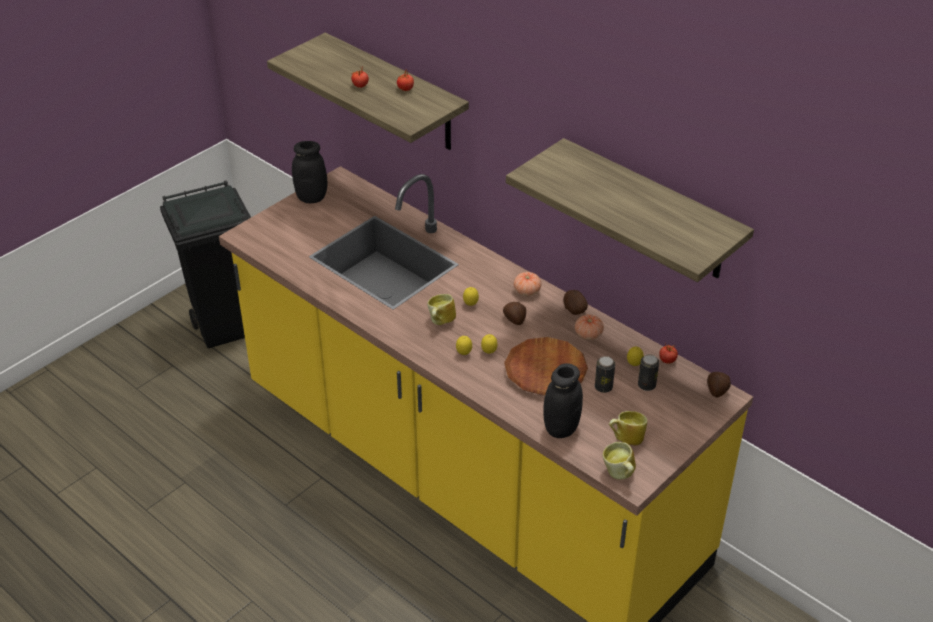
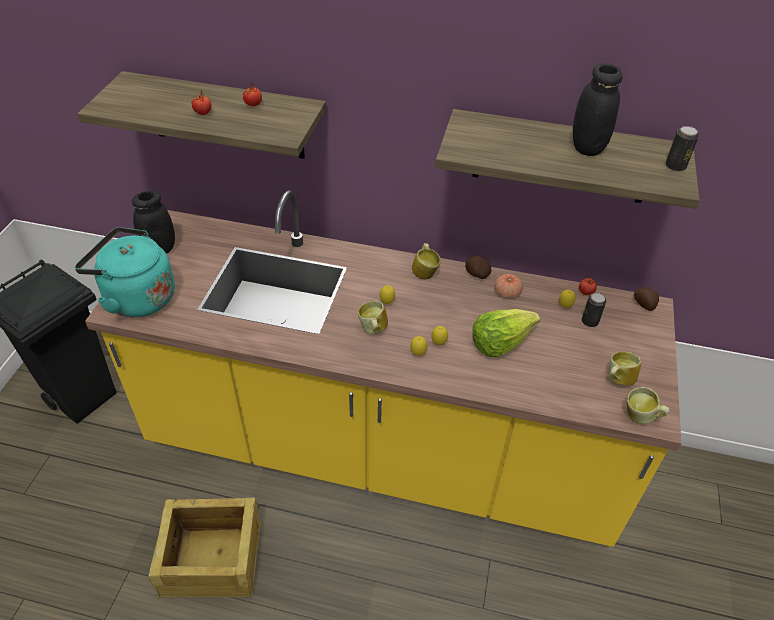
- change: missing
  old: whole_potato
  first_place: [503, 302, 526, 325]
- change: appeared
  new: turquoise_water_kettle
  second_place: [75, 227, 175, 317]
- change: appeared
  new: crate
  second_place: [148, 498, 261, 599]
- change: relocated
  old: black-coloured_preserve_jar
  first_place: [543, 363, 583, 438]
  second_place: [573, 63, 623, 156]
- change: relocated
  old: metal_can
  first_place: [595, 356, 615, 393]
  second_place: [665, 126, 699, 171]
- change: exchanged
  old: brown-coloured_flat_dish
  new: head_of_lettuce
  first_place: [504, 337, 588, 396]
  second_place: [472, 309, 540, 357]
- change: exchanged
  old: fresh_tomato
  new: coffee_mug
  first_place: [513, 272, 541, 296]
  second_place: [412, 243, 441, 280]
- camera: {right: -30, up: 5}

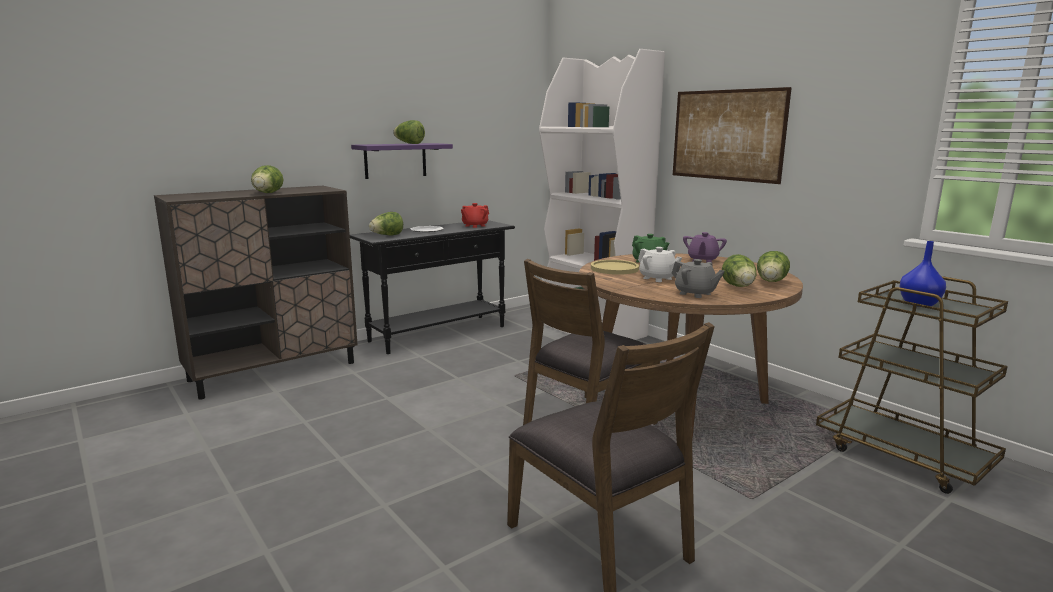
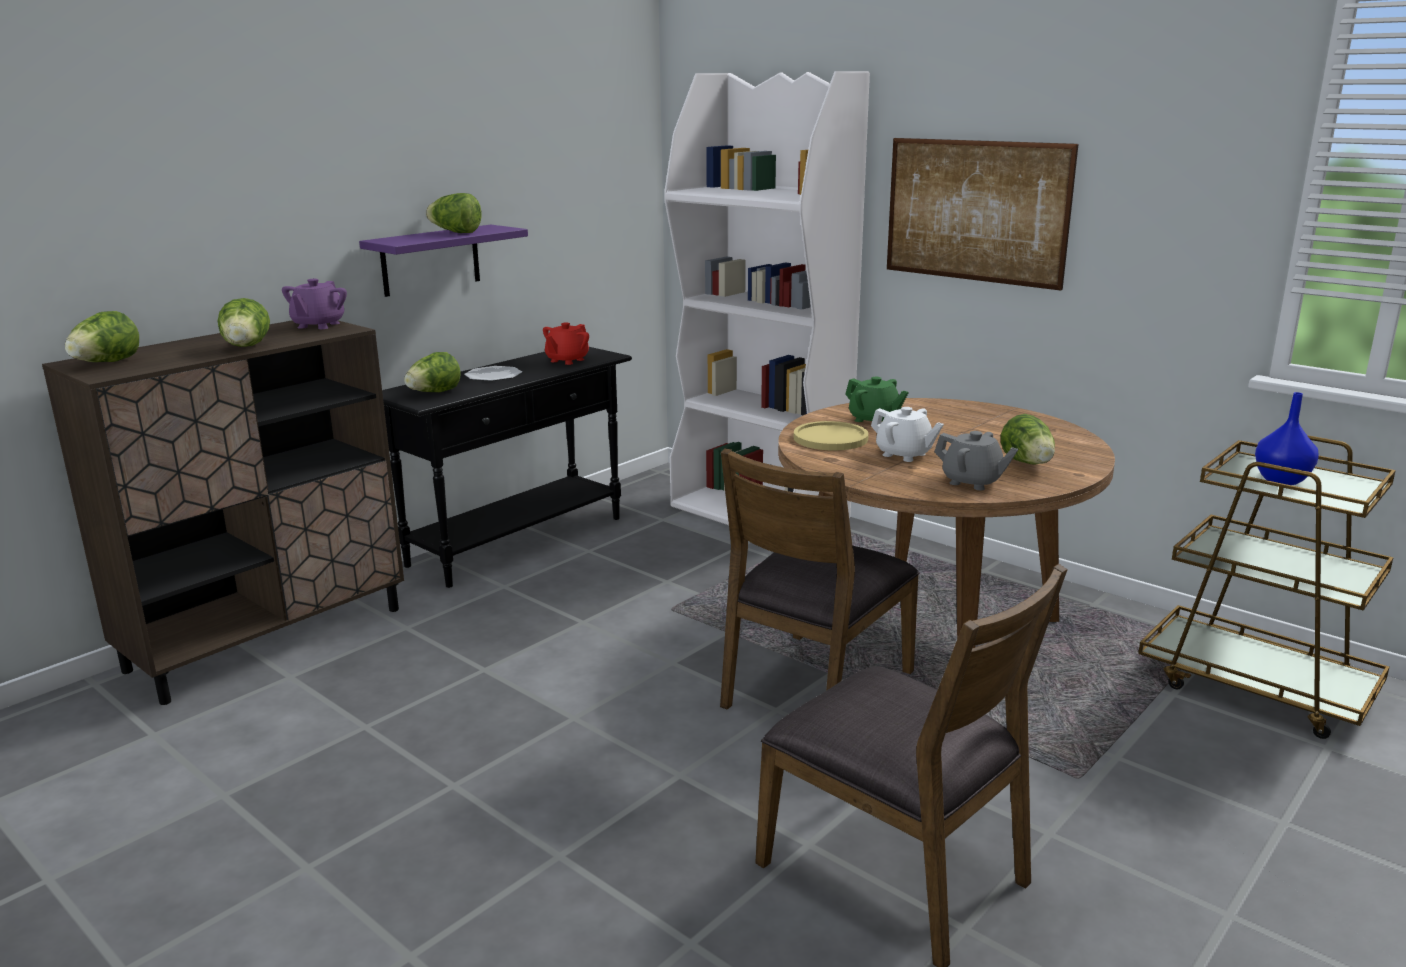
- change: relocated
  old: purple-coloured_pot_for_tea
  first_place: [683, 232, 727, 263]
  second_place: [282, 279, 347, 329]
- change: relocated
  old: head_of_lettuce
  first_place: [757, 251, 790, 282]
  second_place: [65, 311, 139, 362]
- camera: {right: -10, up: 5}

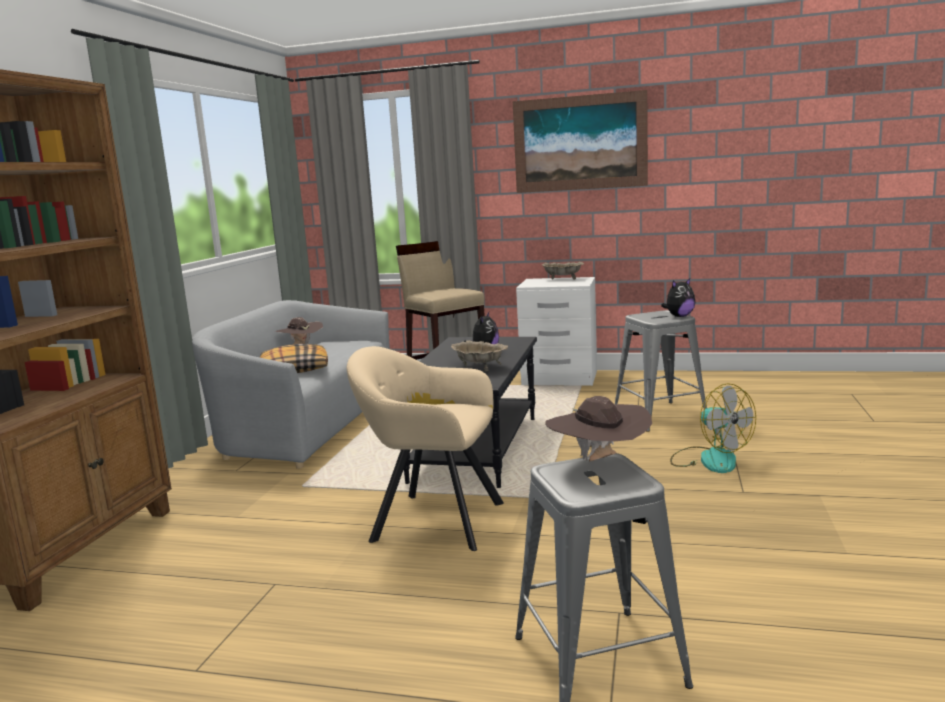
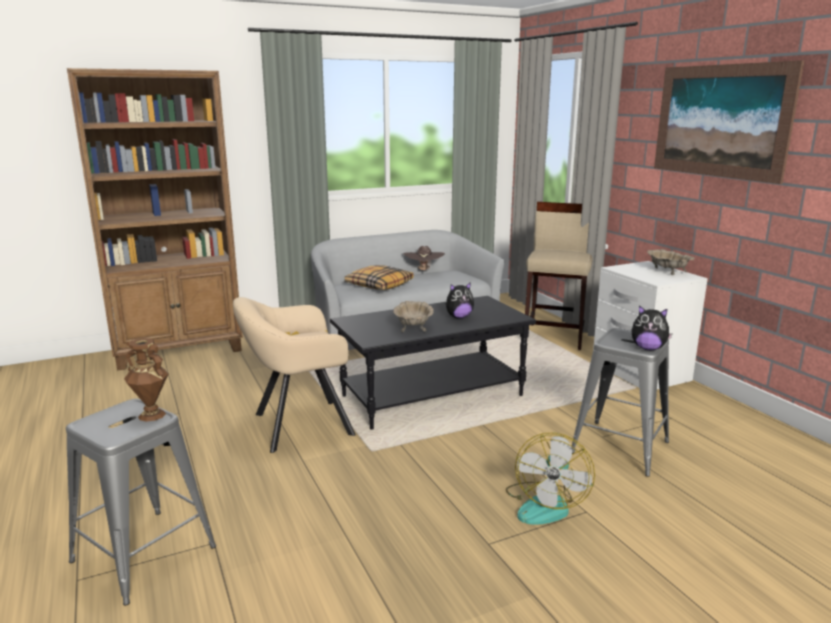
- change: exchanged
  old: brown-coloured_wearable_hat
  new: brown-coloured_flower_vase
  first_place: [545, 396, 652, 461]
  second_place: [124, 338, 168, 422]
- change: spun
  old: beige_easy_chair
  first_place: [346, 346, 504, 551]
  second_place: [233, 297, 356, 453]
  degrees: -90
- camera: {right: 50, up: 5}

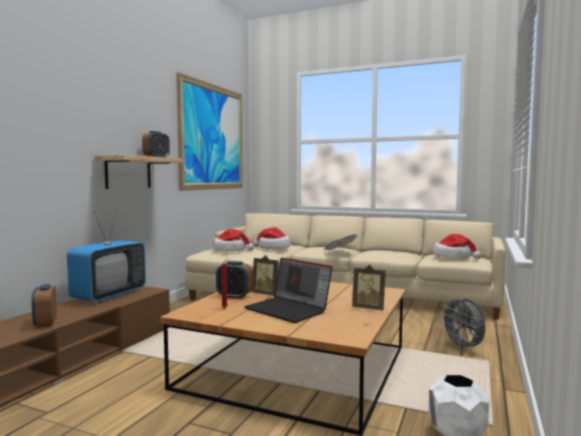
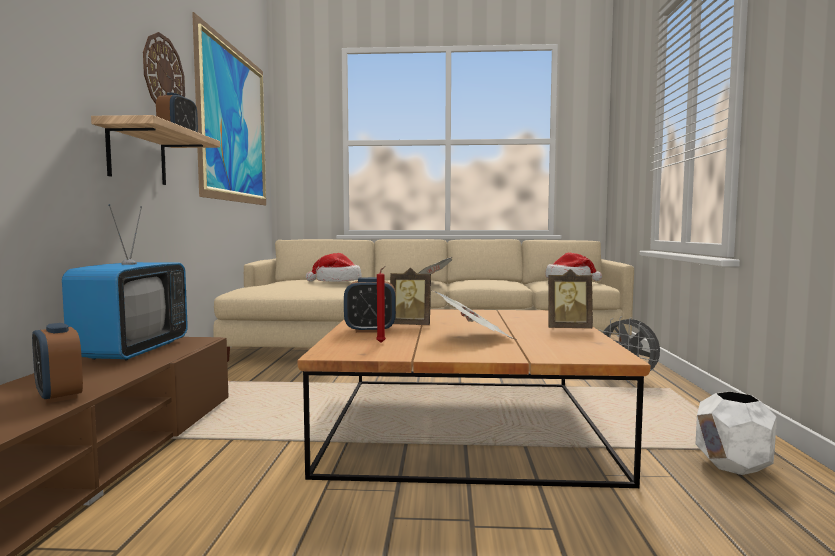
- change: missing
  old: wearable_hat
  first_place: [212, 229, 254, 252]
- change: appeared
  new: hanging_clock
  second_place: [143, 32, 185, 104]
- change: exchanged
  old: portable_computer
  new: daily_paper
  first_place: [244, 258, 332, 323]
  second_place: [431, 290, 518, 340]
- camera: {right: -20, up: 0}

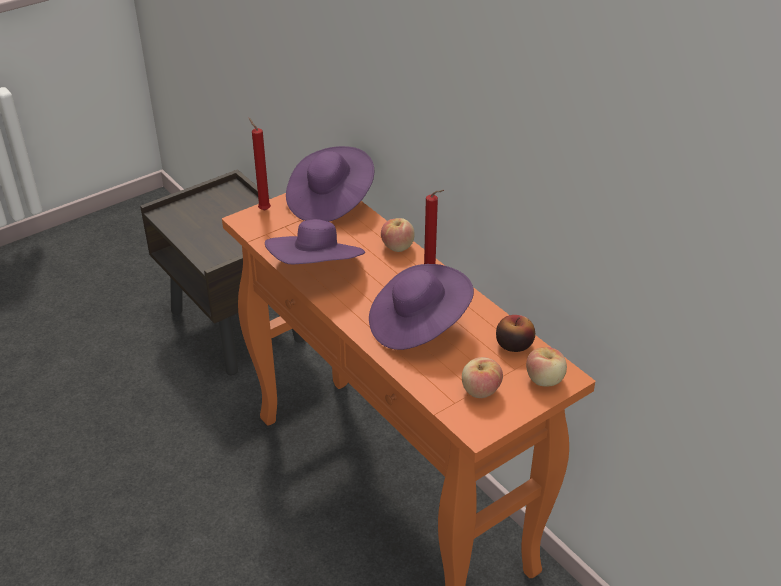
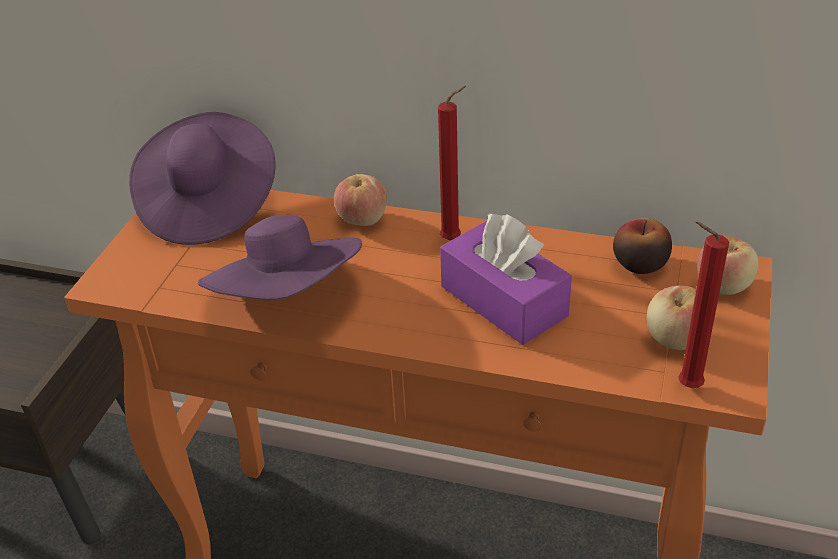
- change: relocated
  old: red_candle
  first_place: [249, 118, 271, 211]
  second_place: [678, 222, 729, 388]
- change: exchanged
  old: purple-coloured_wearable_hat
  new: purple-coloured_box_of_tissues
  first_place: [369, 264, 474, 350]
  second_place: [440, 214, 572, 345]
- camera: {right: -35, up: 0}

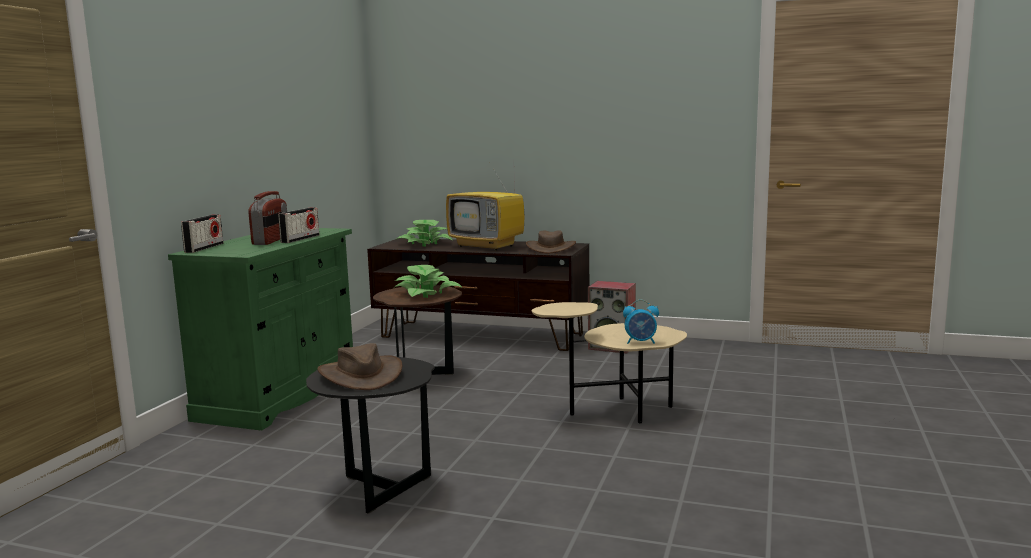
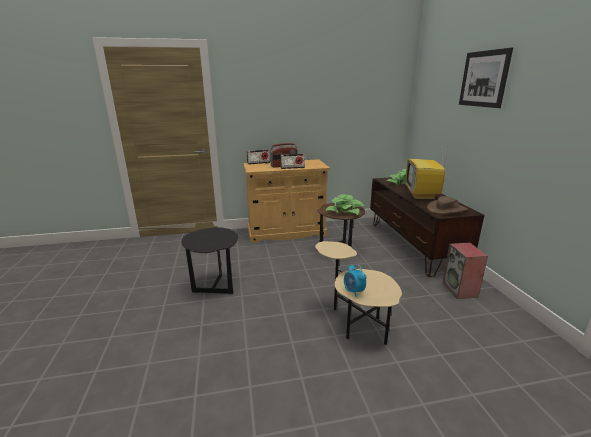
- change: missing
  old: brown-coloured_wearable_hat
  first_place: [318, 343, 402, 390]
- change: appeared
  new: wall_picture
  second_place: [459, 48, 513, 108]
- change: colour
  old: green_storage_cabinet
  new: beige_storage_cabinet
  first_place: [168, 228, 353, 430]
  second_place: [243, 159, 330, 243]
- camera: {right: 60, up: 10}

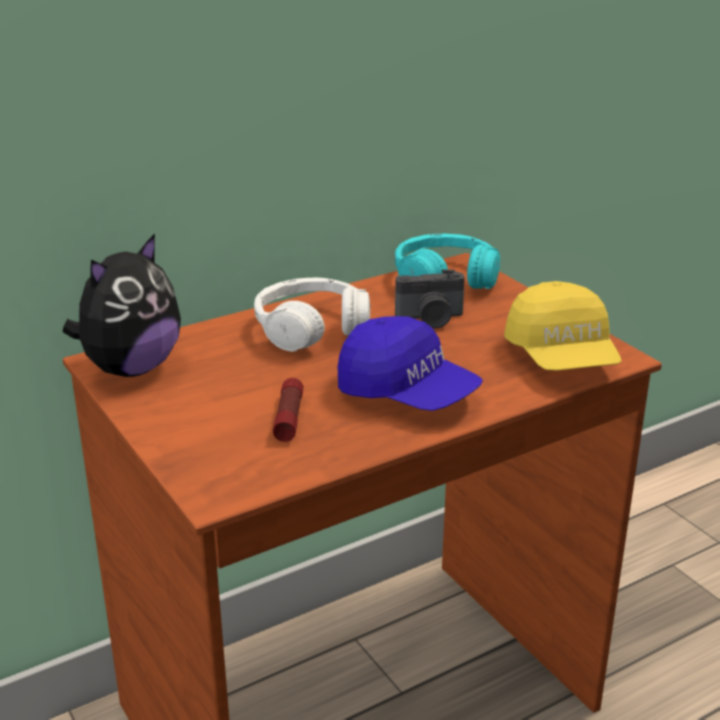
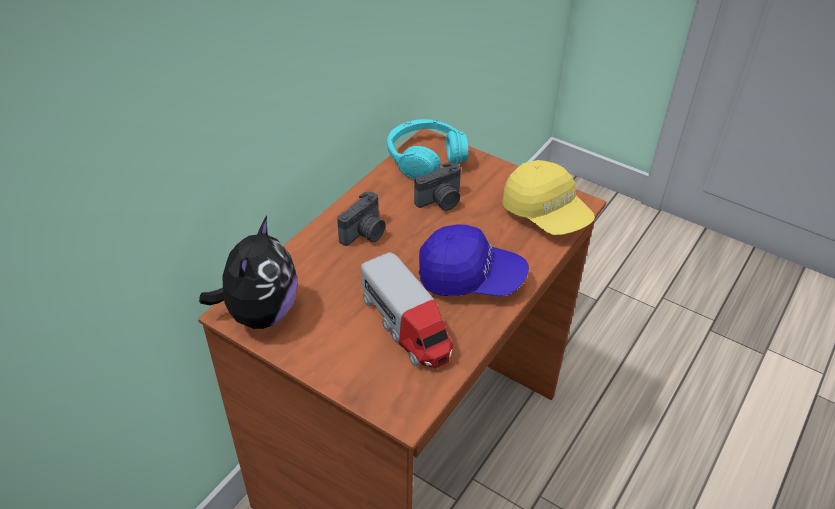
- change: exchanged
  old: whitish_headphones
  new: photo_camera
  first_place: [254, 277, 370, 352]
  second_place: [337, 192, 386, 246]
- change: exchanged
  old: torch
  new: model_truck
  first_place: [273, 378, 304, 442]
  second_place: [361, 252, 454, 369]
- camera: {right: -25, up: 15}

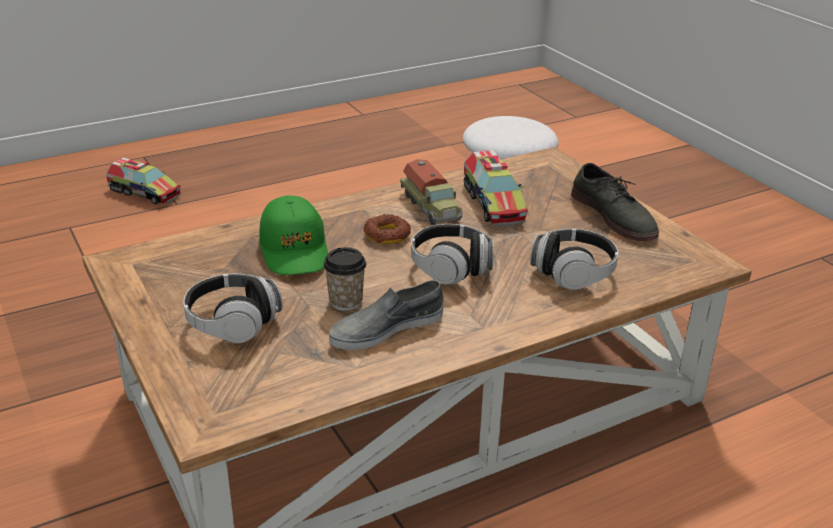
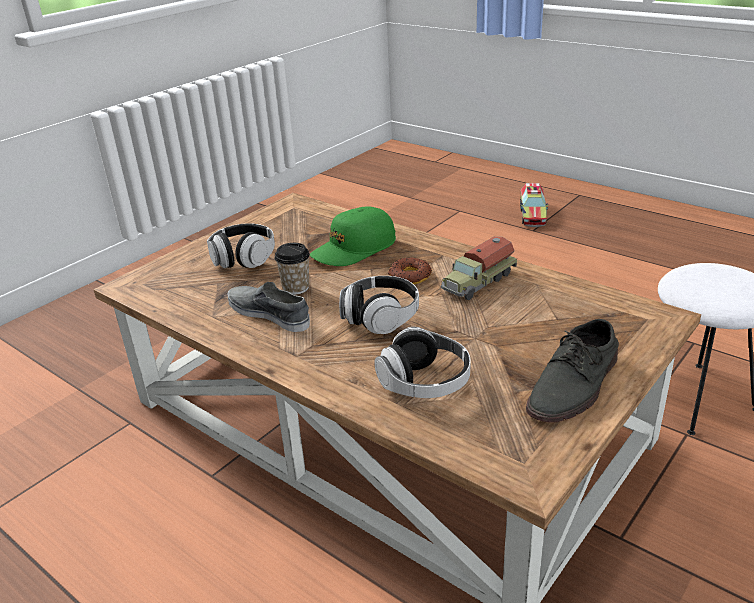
- change: missing
  old: model_truck
  first_place: [464, 150, 528, 226]
- camera: {right: 70, up: 0}

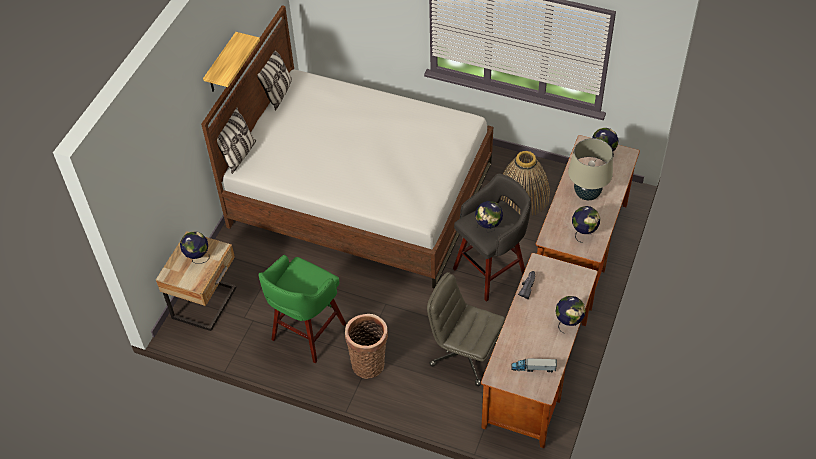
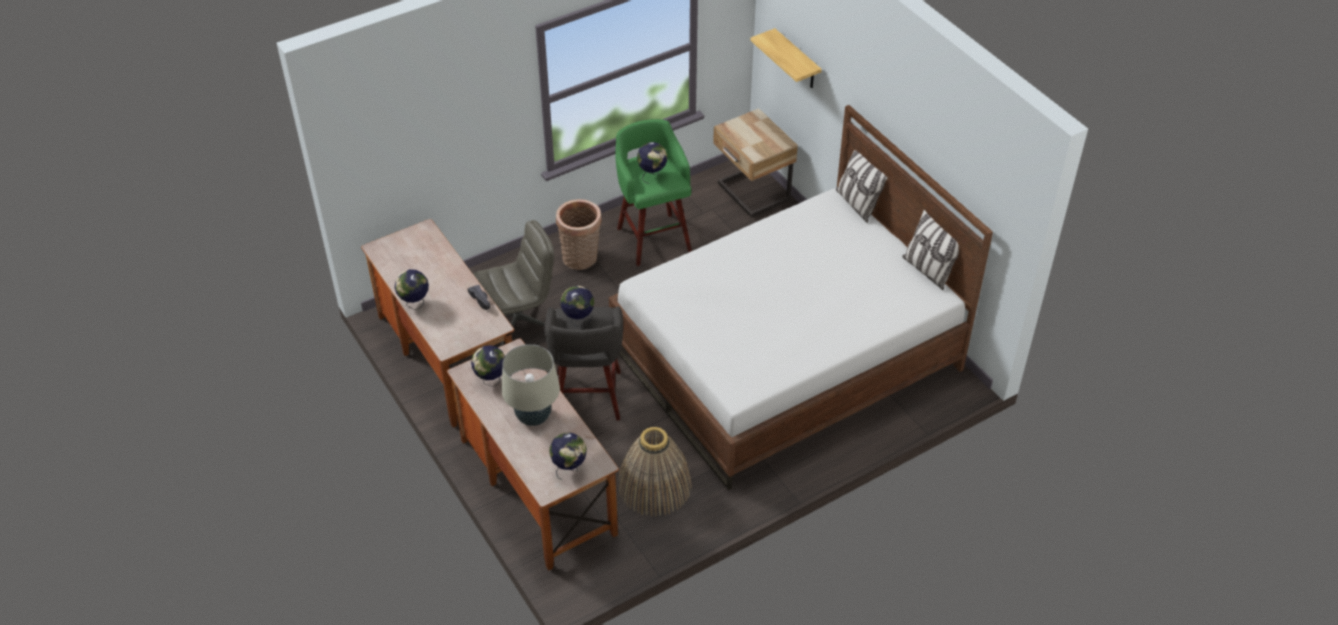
- change: missing
  old: model_truck
  first_place: [511, 358, 557, 372]
- change: relocated
  old: world_globe
  first_place: [180, 231, 210, 264]
  second_place: [637, 142, 667, 184]
- change: relocated
  old: shelf
  first_place: [203, 32, 260, 92]
  second_place: [750, 28, 822, 88]
- camera: {right: 125, up: -5}

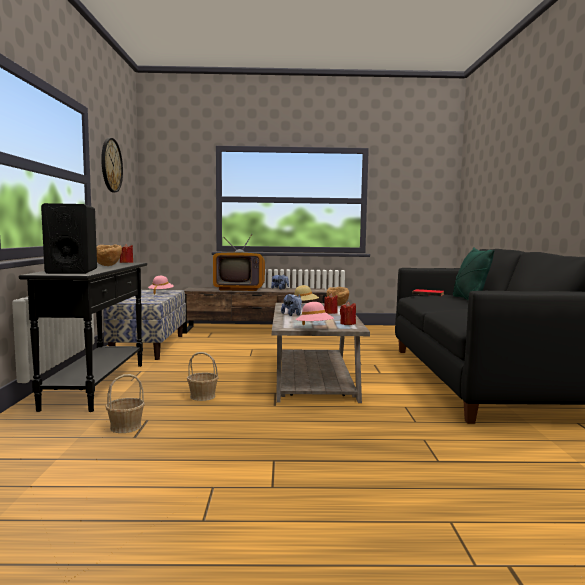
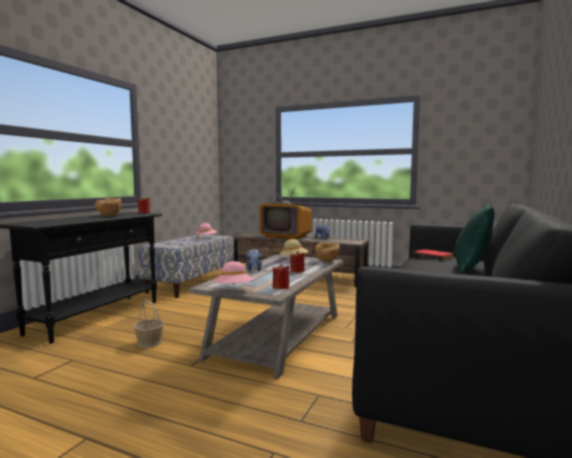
- change: missing
  old: black-coloured_loudspeaker
  first_place: [41, 203, 97, 274]
- change: missing
  old: hanging_clock
  first_place: [101, 138, 123, 192]
- change: missing
  old: storage_basket
  first_place: [106, 374, 145, 433]
- camera: {right: 25, up: 0}

